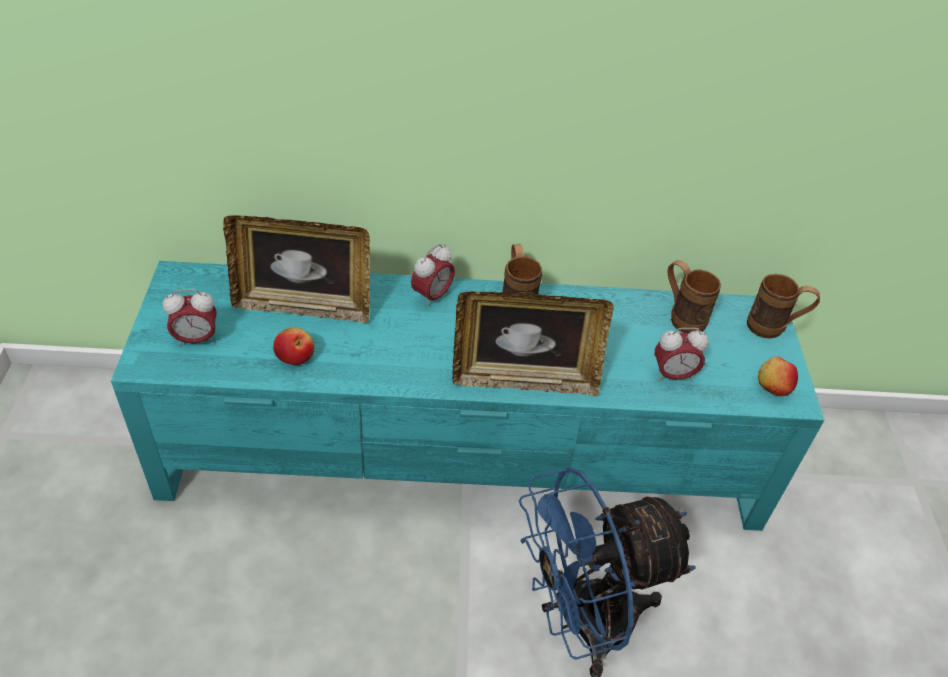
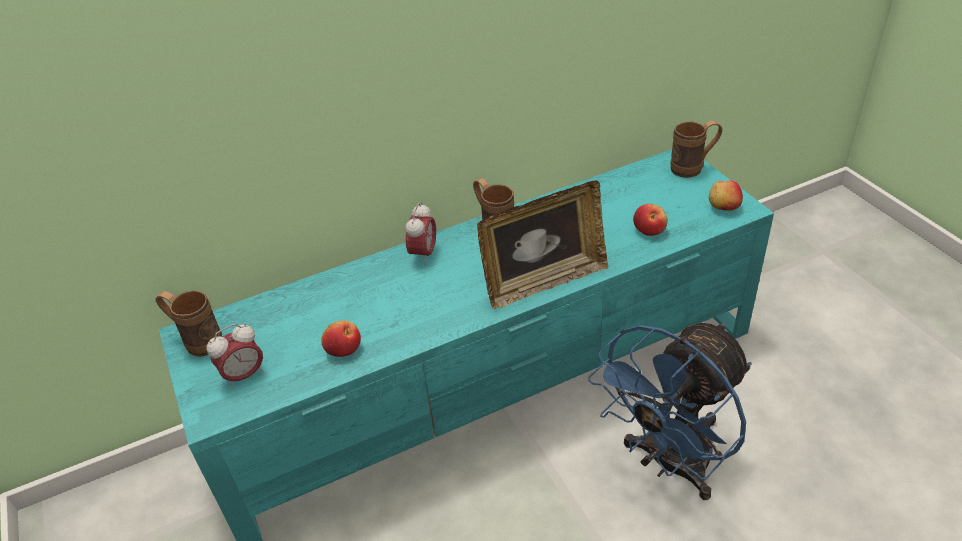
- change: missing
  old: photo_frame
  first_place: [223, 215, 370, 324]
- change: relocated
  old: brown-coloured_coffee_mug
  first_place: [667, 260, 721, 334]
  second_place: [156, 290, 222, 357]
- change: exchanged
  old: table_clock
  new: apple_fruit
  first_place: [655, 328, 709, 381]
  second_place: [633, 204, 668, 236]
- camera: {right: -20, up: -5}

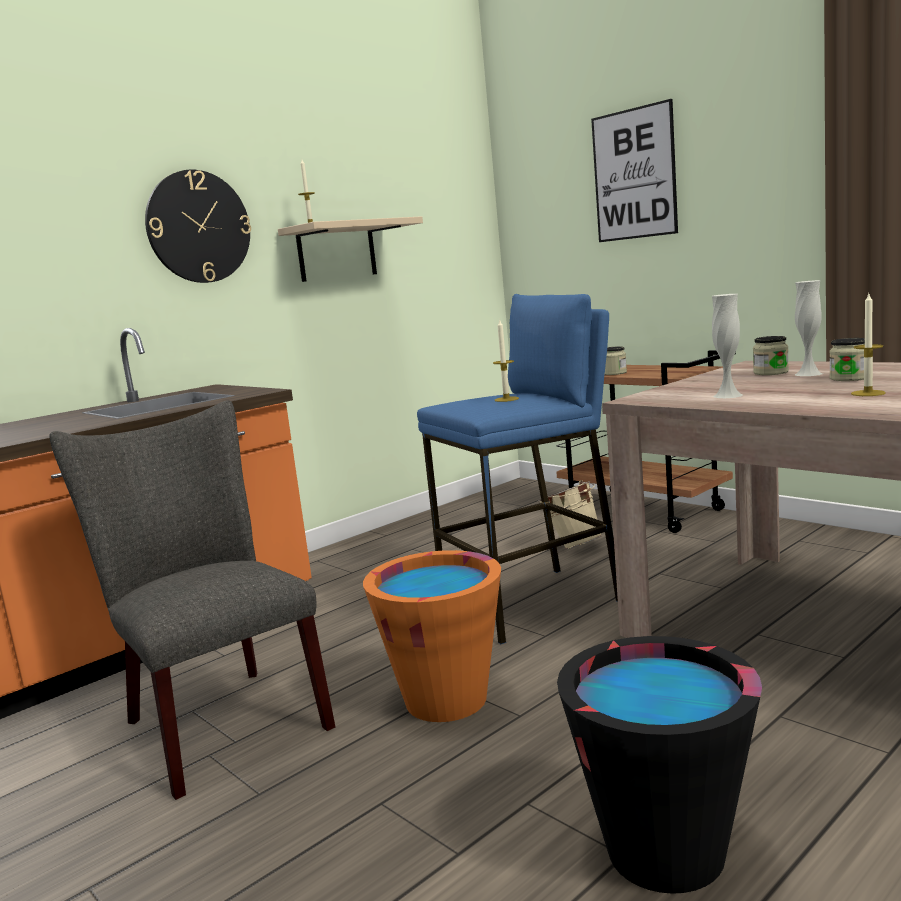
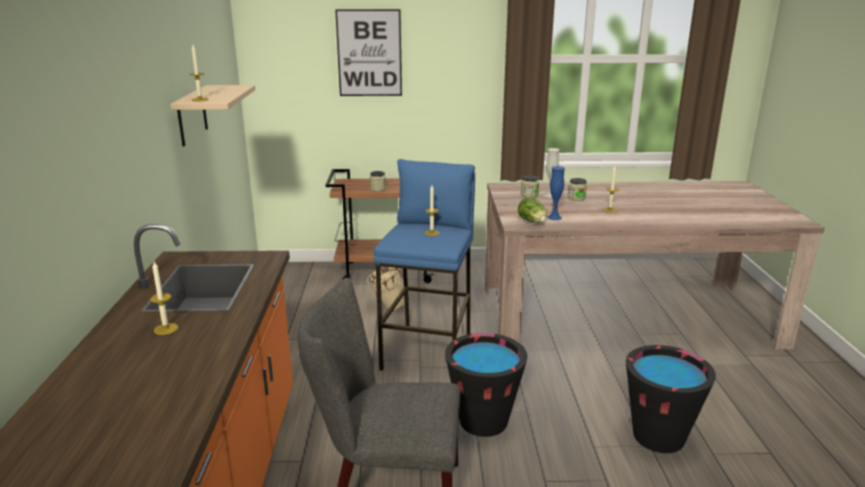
- change: missing
  old: hanging_clock
  first_place: [145, 169, 251, 283]
- change: appeared
  new: candle
  second_place: [150, 262, 178, 335]
- change: appeared
  new: head_of_lettuce
  second_place: [518, 197, 547, 223]
- change: colour
  old: orangey_water_bucket
  new: black-coloured_water_bucket
  first_place: [363, 550, 501, 722]
  second_place: [445, 333, 528, 437]
- change: colour
  old: whitish_flower_vase
  new: bluish_flower_vase
  first_place: [712, 294, 743, 398]
  second_place: [547, 166, 565, 220]
- camera: {right: -50, up: 10}

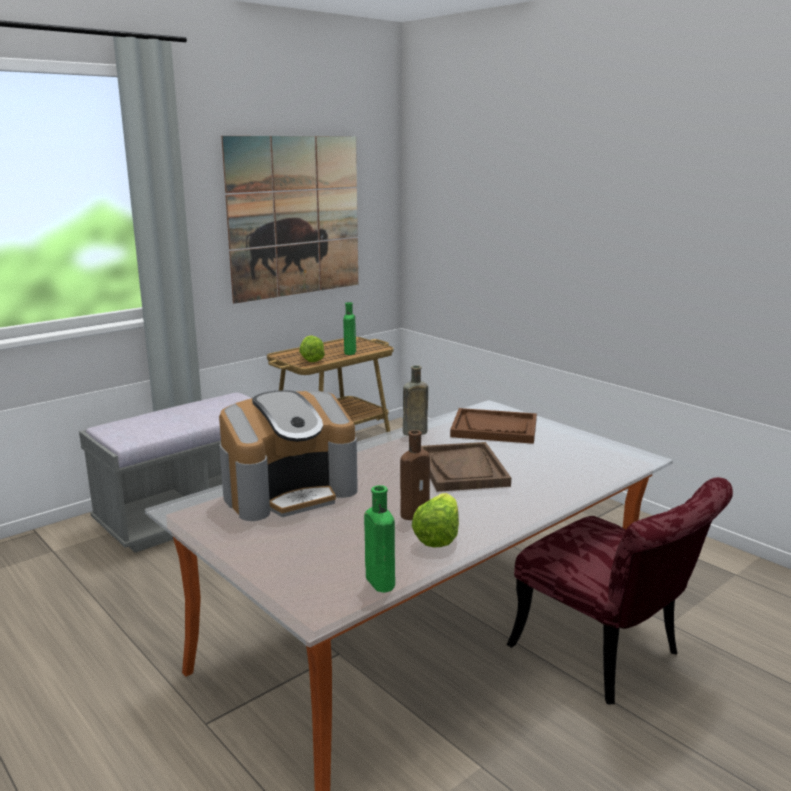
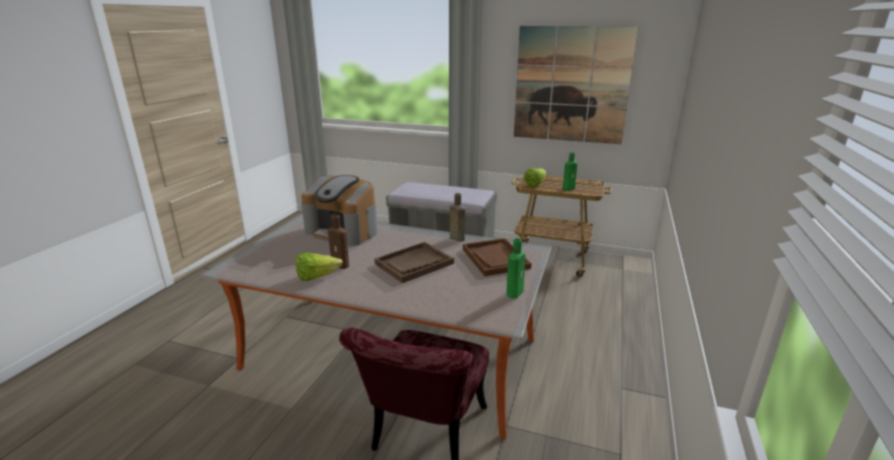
- change: relocated
  old: green_beverage_bottle
  first_place: [364, 485, 395, 593]
  second_place: [507, 238, 525, 298]
- camera: {right: 60, up: 5}

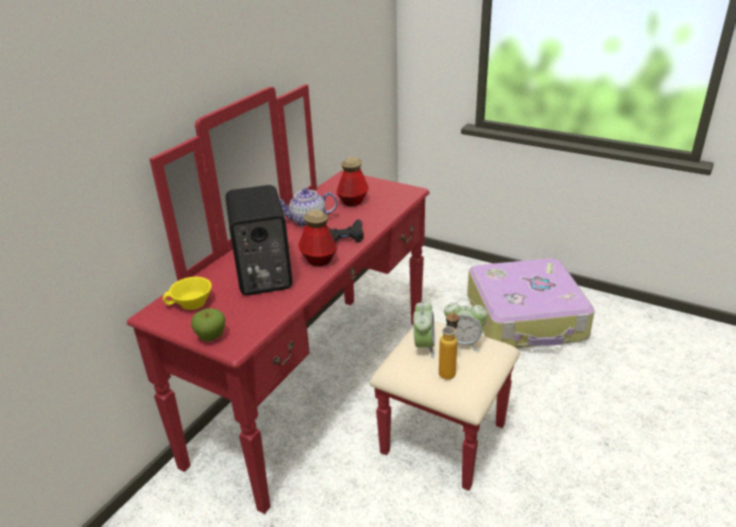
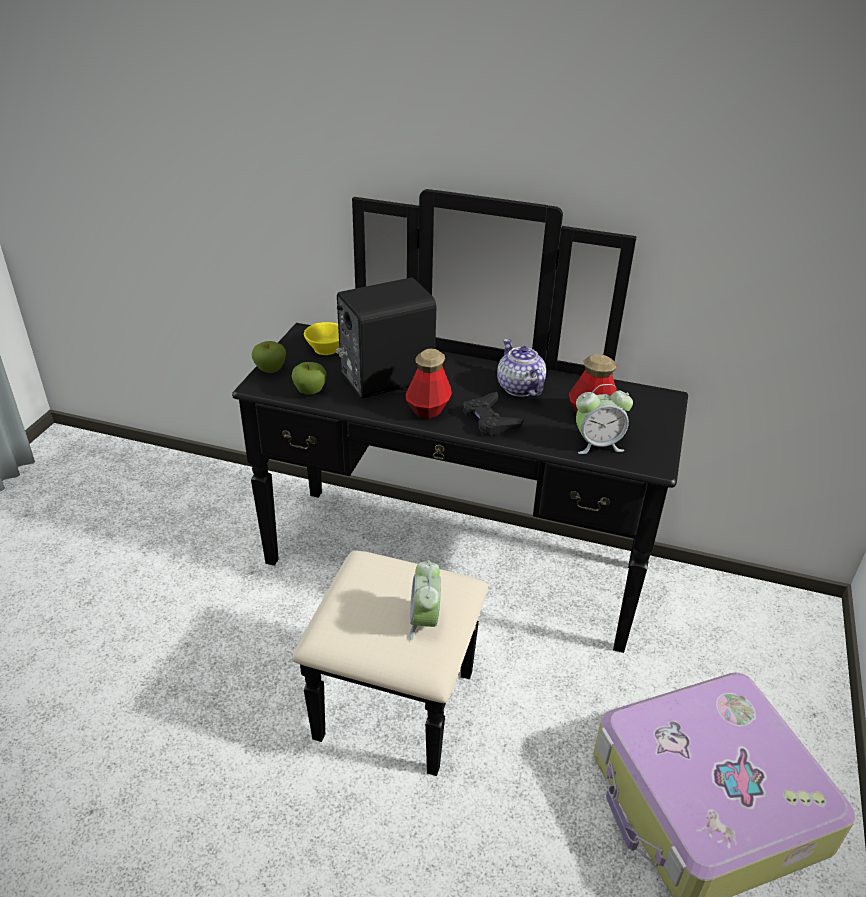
- change: missing
  old: beverage_bottle
  first_place: [439, 309, 459, 379]
- change: appeared
  new: apple_fruit
  second_place: [292, 362, 326, 395]
- change: relocated
  old: table_clock
  first_place: [413, 301, 435, 358]
  second_place: [576, 384, 633, 454]
- change: colour
  old: red_chest_of_drawers
  new: black-coloured_chest_of_drawers
  first_place: [127, 84, 520, 514]
  second_place: [232, 189, 688, 776]
- camera: {right: 75, up: 5}

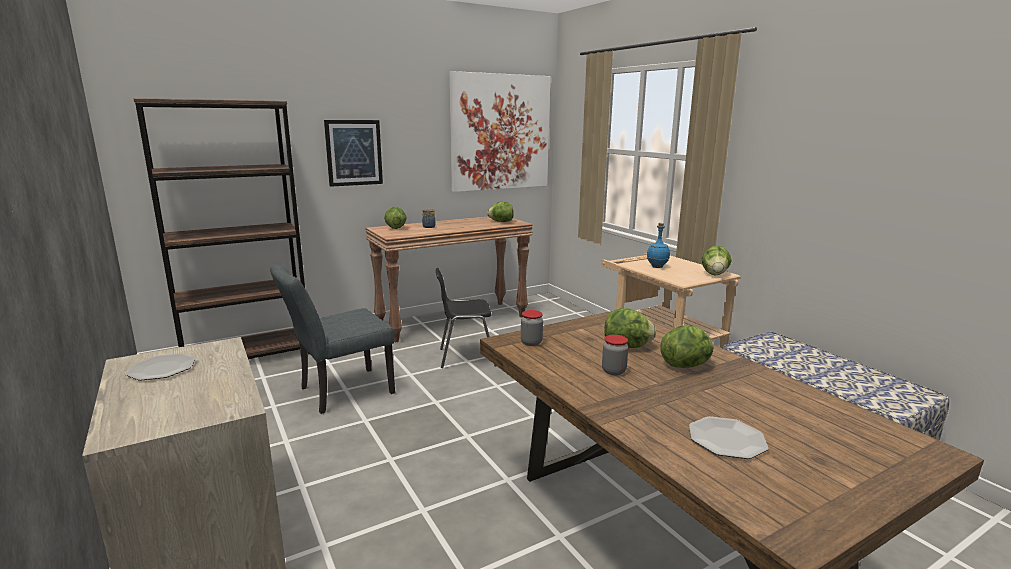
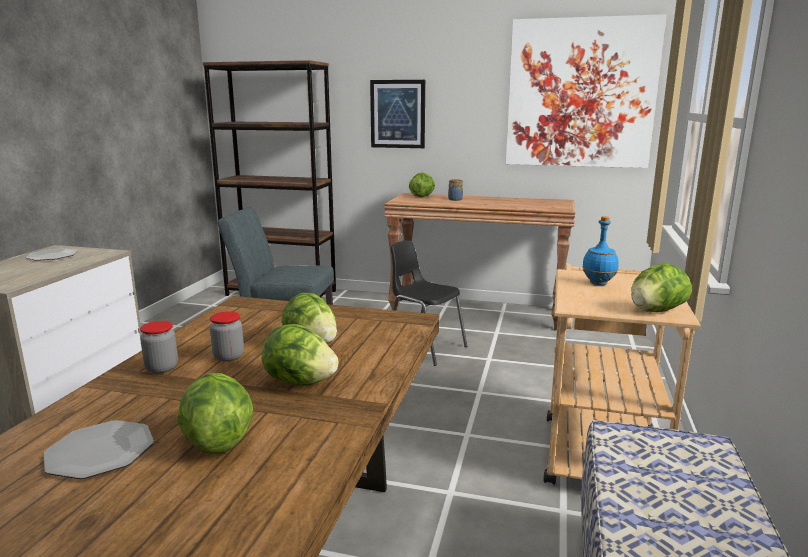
- change: relocated
  old: head_of_lettuce
  first_place: [487, 201, 514, 222]
  second_place: [177, 373, 253, 454]
- change: relocated
  old: preserve_jar
  first_place: [521, 310, 543, 346]
  second_place: [140, 321, 178, 374]
- camera: {right: 45, up: 0}

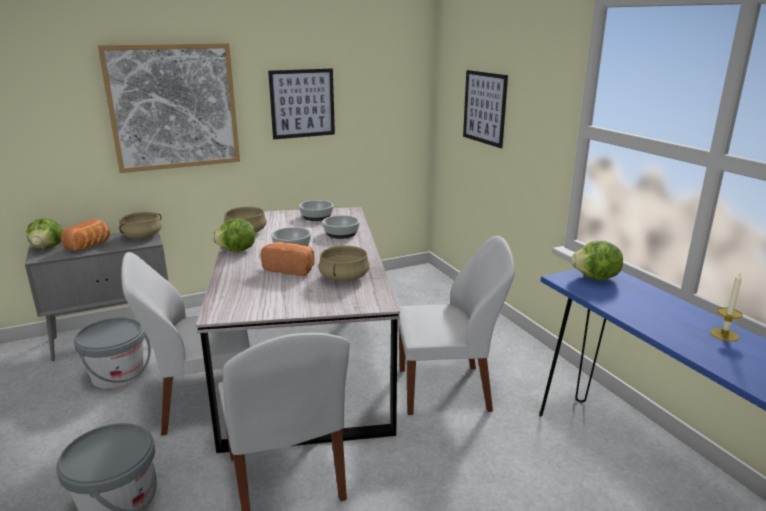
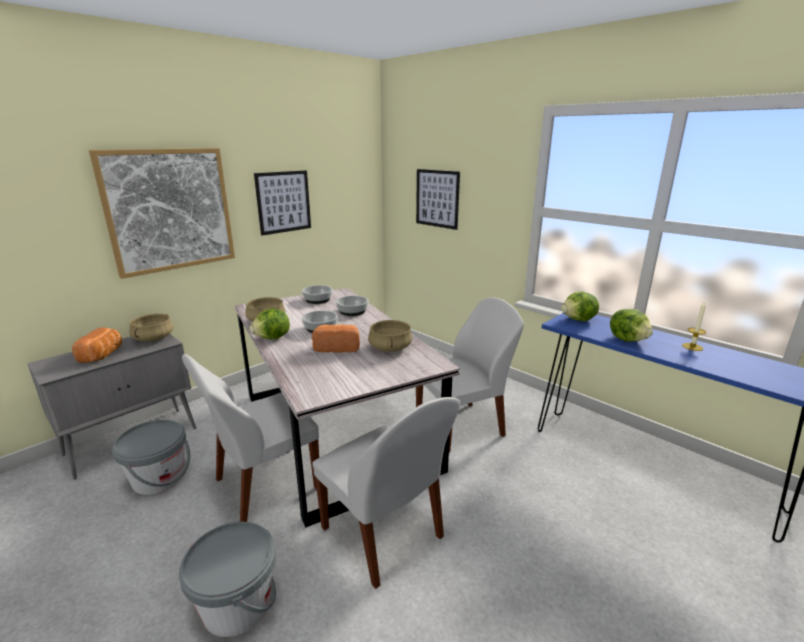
- change: relocated
  old: head_of_lettuce
  first_place: [27, 219, 63, 249]
  second_place: [610, 309, 653, 342]
- camera: {right: -20, up: 0}

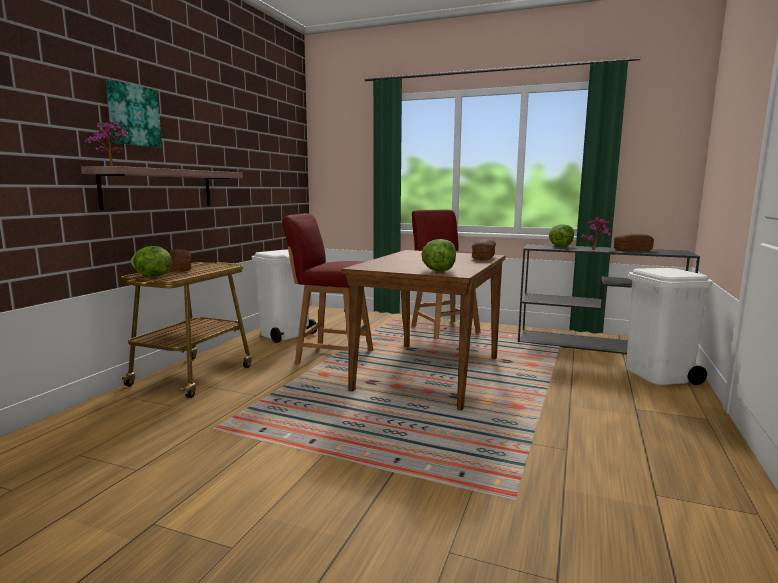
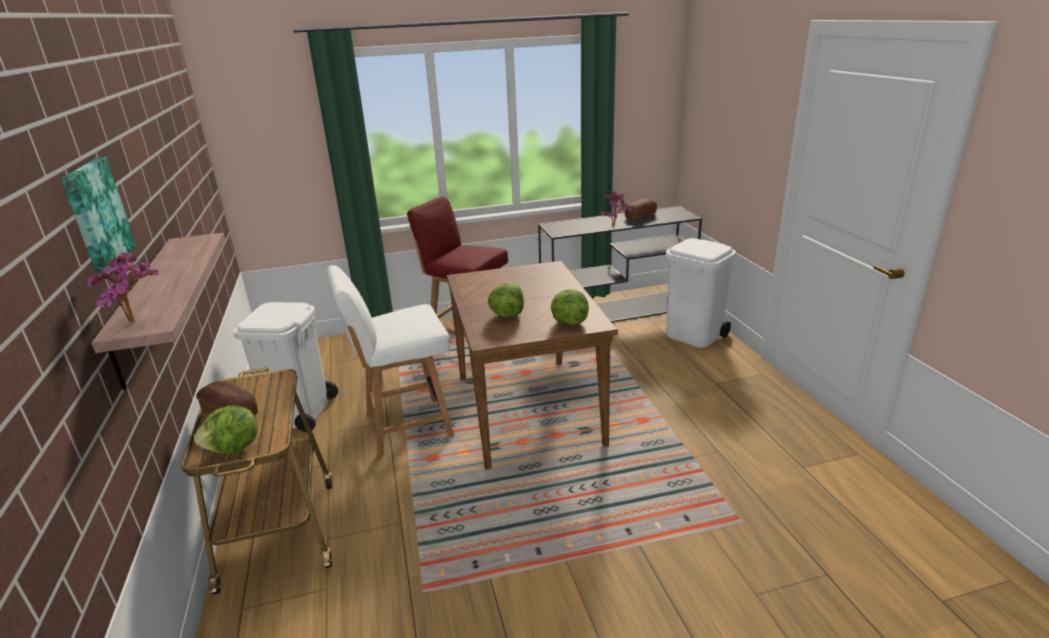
- change: missing
  old: bakery_bread
  first_place: [472, 239, 496, 260]
- change: relocated
  old: head_of_lettuce
  first_place: [549, 224, 574, 247]
  second_place: [488, 283, 524, 318]
- change: colour
  old: red_upright_chair
  new: whitish_upright_chair
  first_place: [282, 213, 373, 364]
  second_place: [327, 265, 454, 457]
- camera: {right: -35, up: 15}

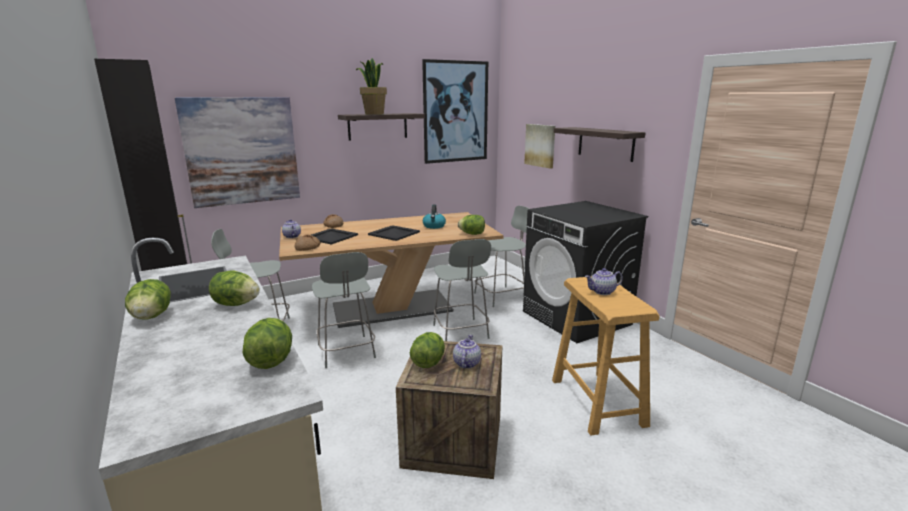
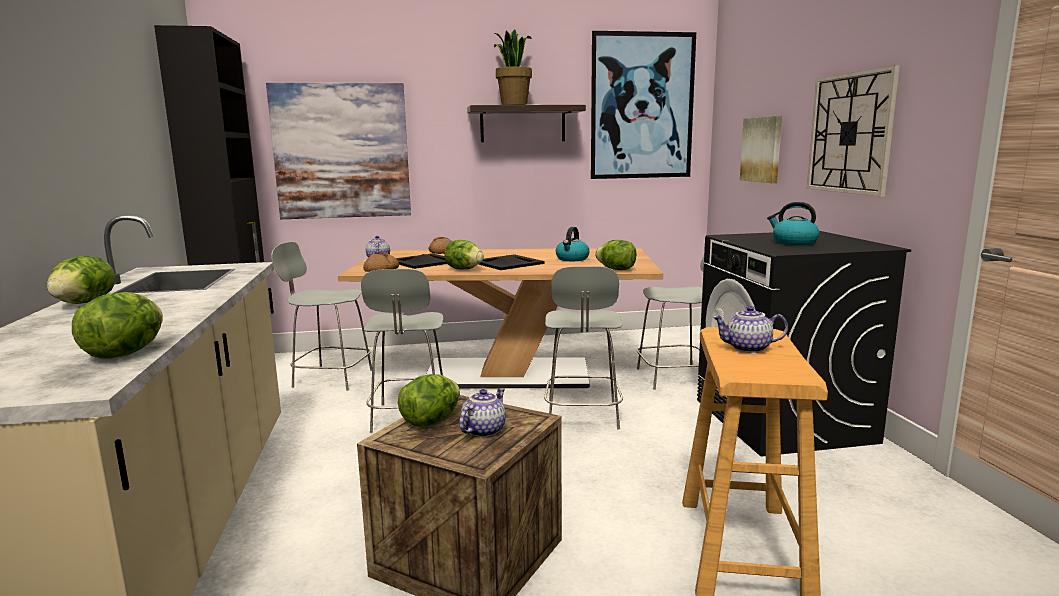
- change: appeared
  new: water_kettle
  second_place: [767, 202, 819, 245]
- change: relocated
  old: head_of_lettuce
  first_place: [209, 271, 260, 306]
  second_place: [444, 240, 484, 270]
- change: exchanged
  old: shelf
  new: hanging_clock
  first_place: [554, 127, 646, 162]
  second_place: [807, 65, 900, 197]
- camera: {right: 20, up: -5}

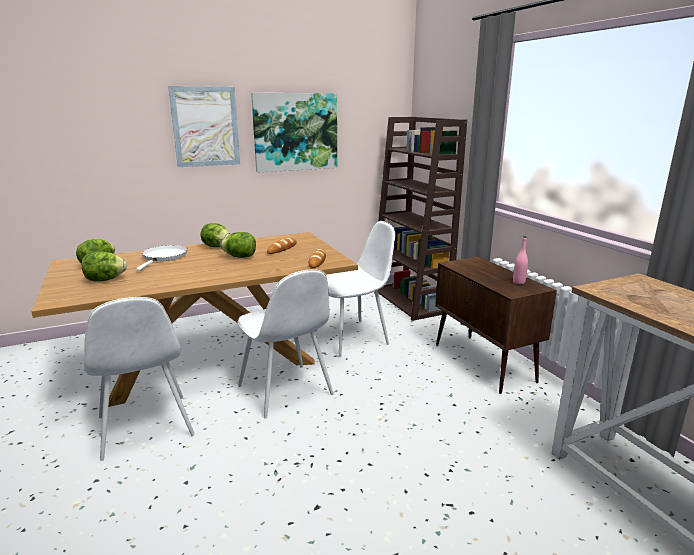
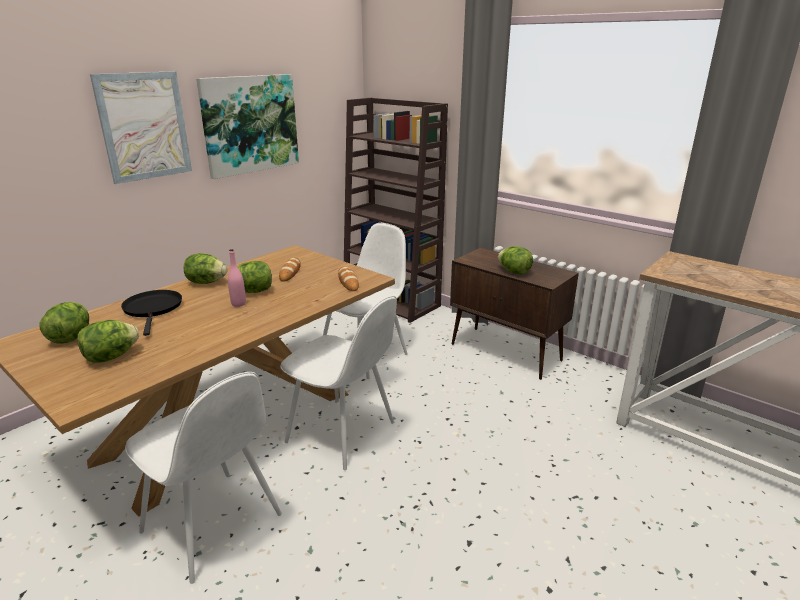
- change: appeared
  new: head_of_lettuce
  second_place: [498, 246, 533, 274]
- change: relocated
  old: pinkish_beverage_bottle
  first_place: [513, 236, 528, 284]
  second_place: [228, 249, 246, 307]
- change: colour
  old: whitish_skillet
  new: black-coloured_skillet
  first_place: [136, 245, 187, 271]
  second_place: [121, 290, 182, 336]
- camera: {right: -25, up: 5}

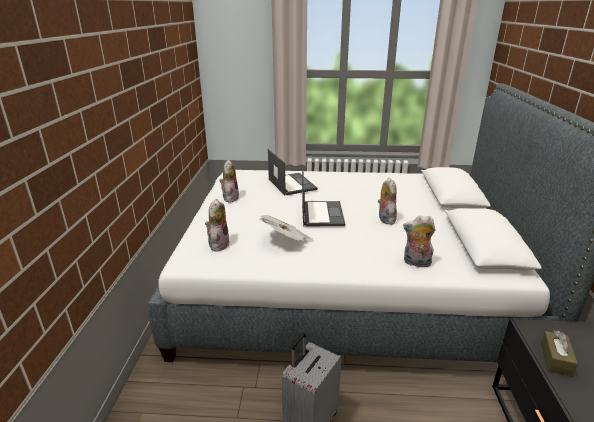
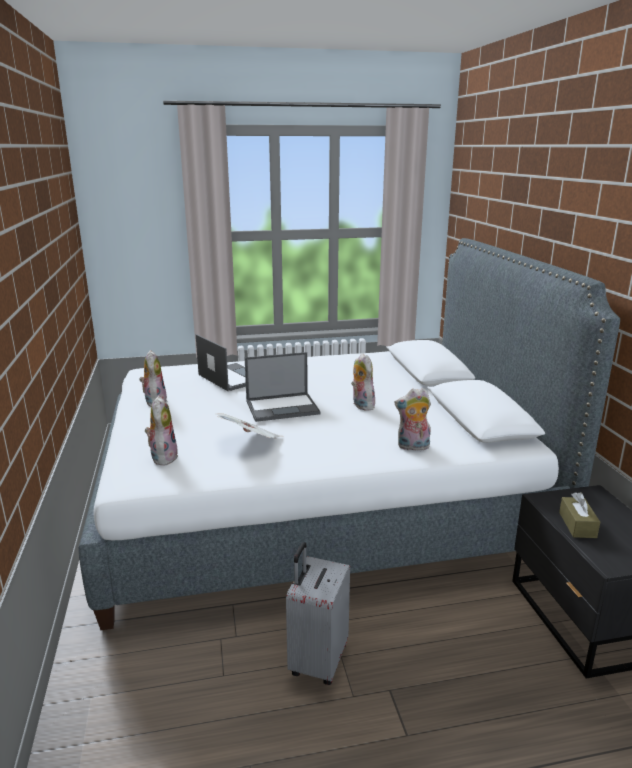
- change: spun
  old: portable_computer
  first_place: [302, 170, 345, 226]
  second_place: [245, 352, 320, 422]
  degrees: 90
- camera: {right: -15, up: -5}

